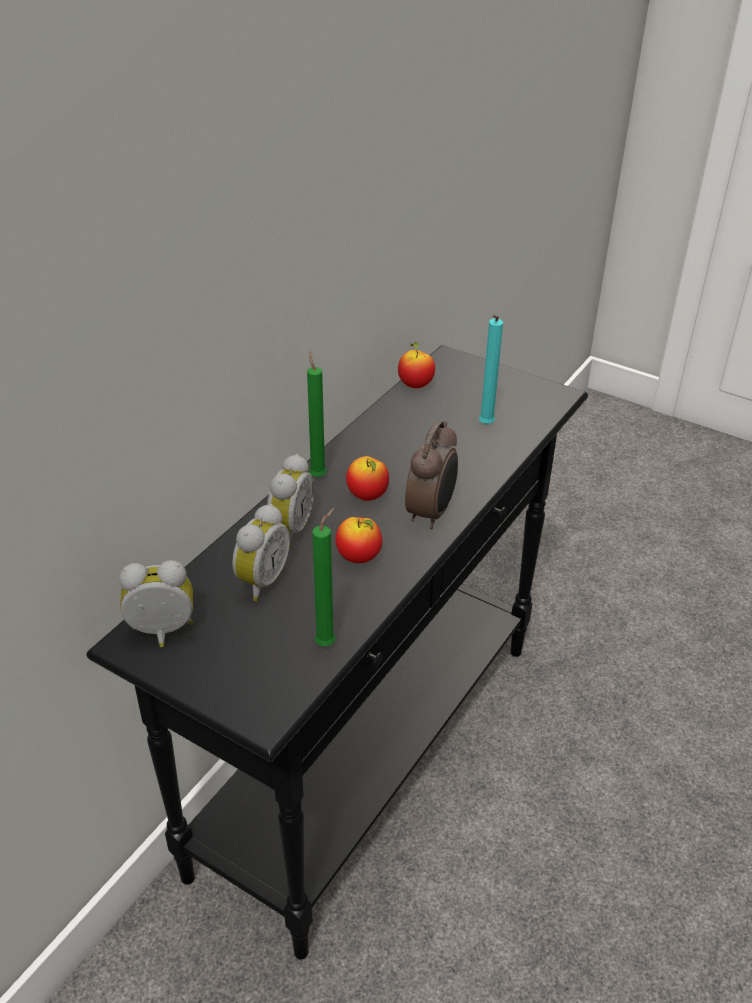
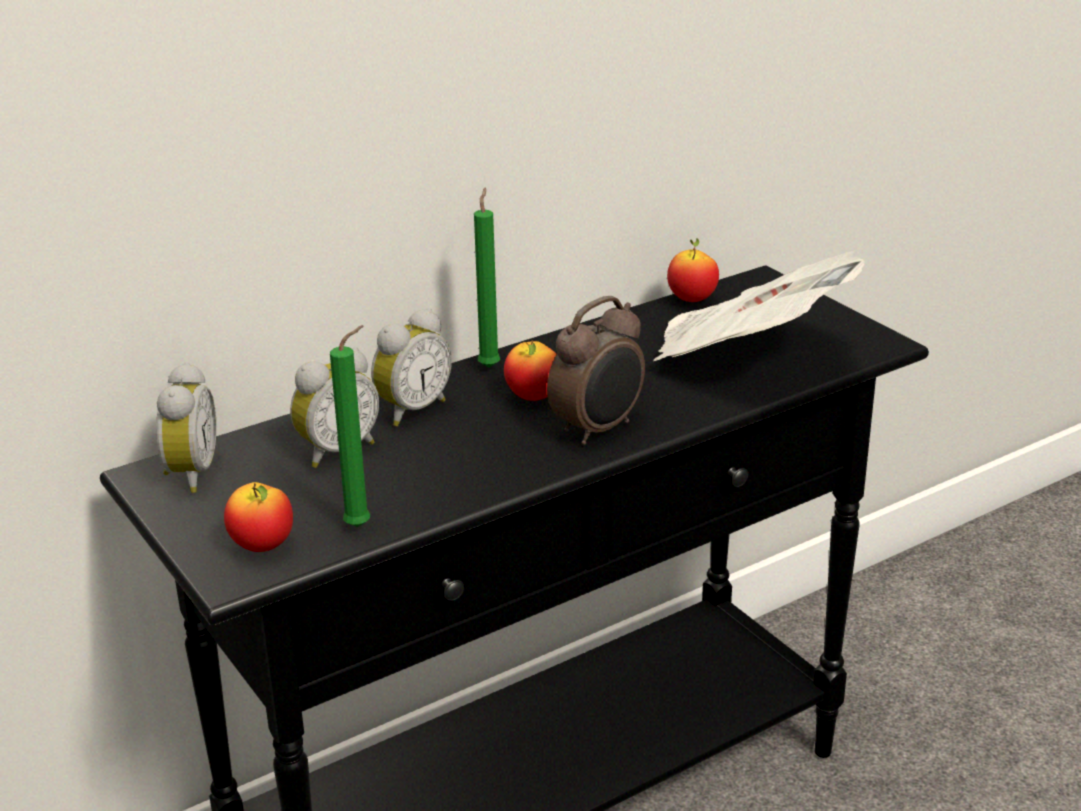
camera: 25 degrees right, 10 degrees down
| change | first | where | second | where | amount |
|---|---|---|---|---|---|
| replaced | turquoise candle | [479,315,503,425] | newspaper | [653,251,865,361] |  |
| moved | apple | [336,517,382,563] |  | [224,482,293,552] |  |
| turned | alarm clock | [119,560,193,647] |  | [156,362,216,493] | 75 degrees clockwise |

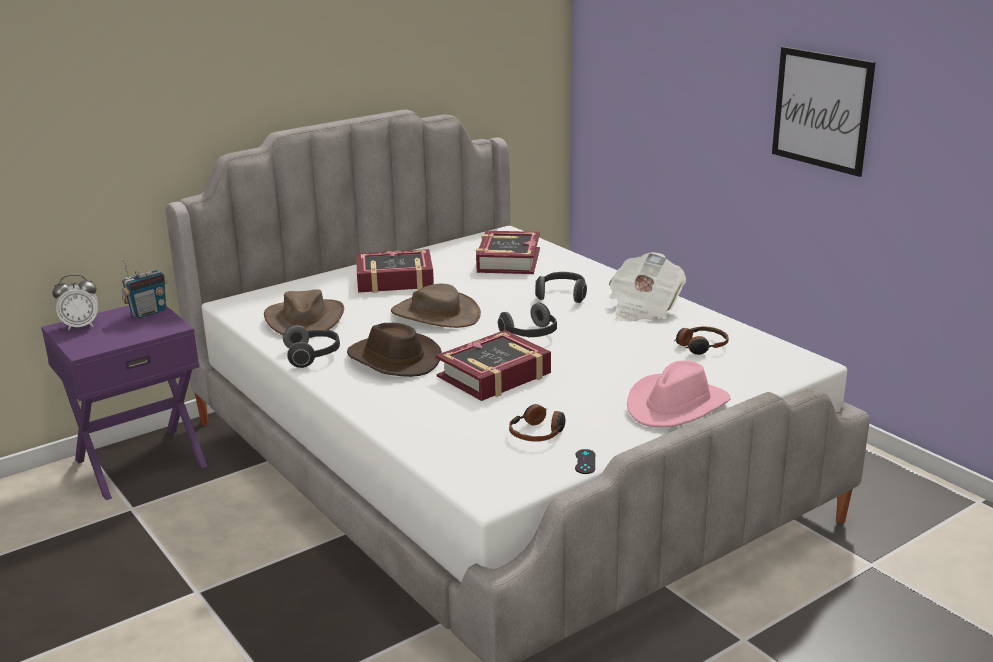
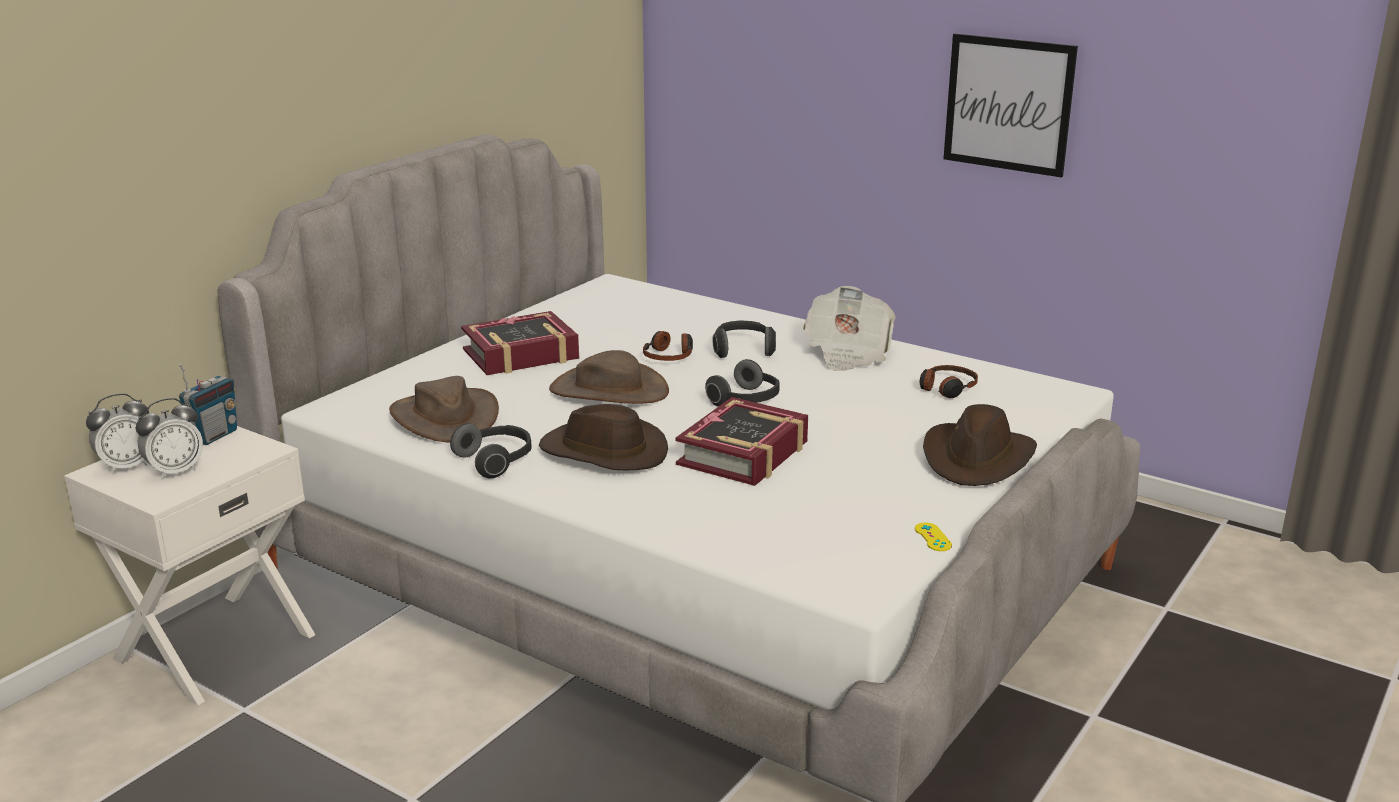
camera: 20 degrees left, 0 degrees up
| change | first | where | second | where | amount |
|---|---|---|---|---|---|
| removed | book | [476,231,540,274] |  |  |  |
| recoloured | purple nightstand | [41,305,207,500] | white nightstand | [64,426,315,705] |  |
| recoloured | pink hat | [627,361,731,428] | brown hat | [923,404,1037,486] |  |
| moved | headphones | [509,404,565,442] |  | [643,331,693,361] |  |
| recoloured | black game controller | [575,449,595,474] | yellow game controller | [915,522,952,551] |  |
| added |  |  | alarm clock | [136,398,203,480] |  |

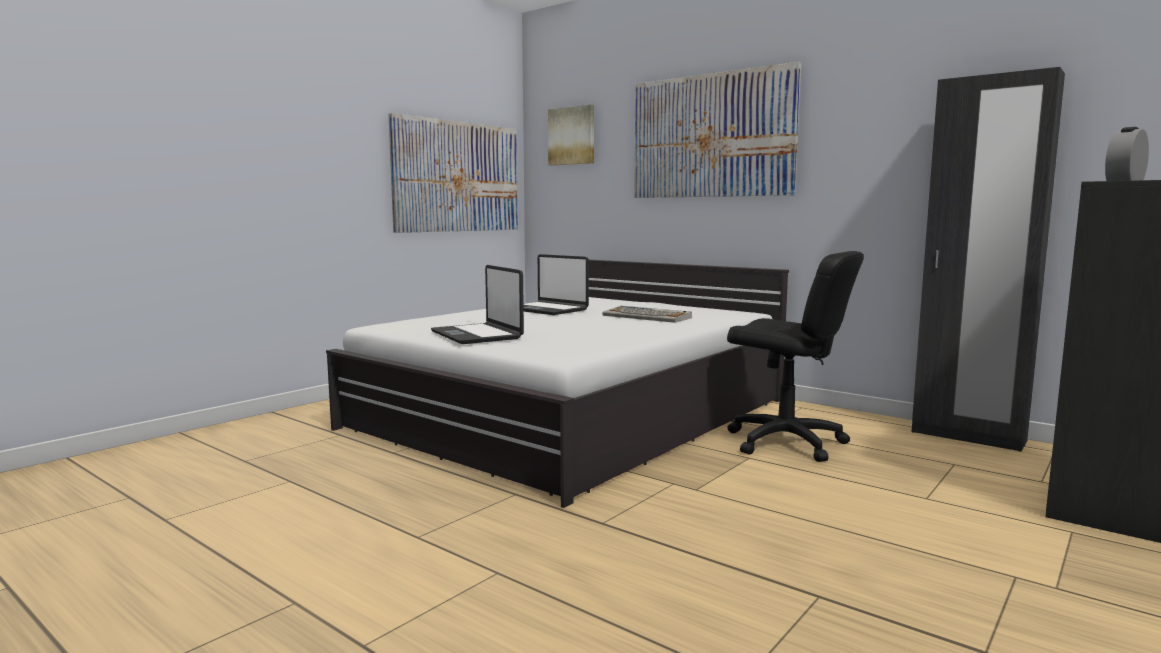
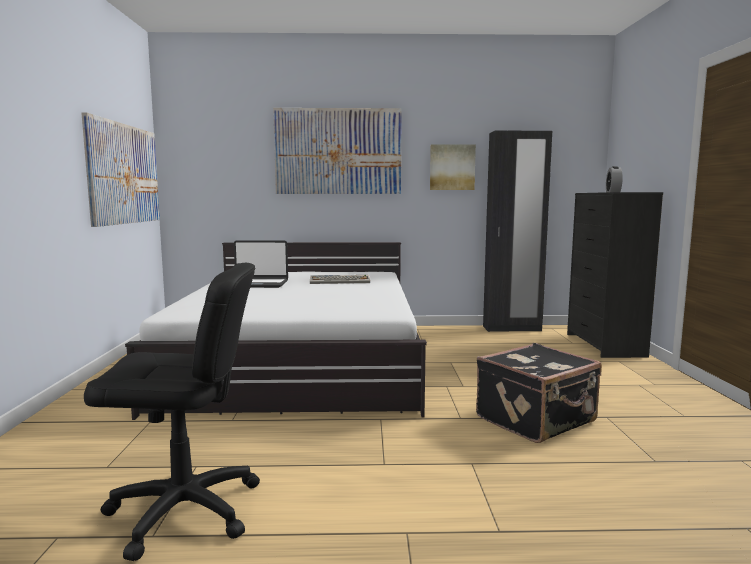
camera: 40 degrees left, 0 degrees up
| change | first | where | second | where | amount |
|---|---|---|---|---|---|
| moved | picture | [548,104,594,165] |  | [430,144,476,190] |  |
| moved | black office chair | [727,251,864,462] |  | [84,263,260,561] |  |
| removed | laptop | [431,265,524,344] |  |  |  |
| added |  |  | black suitcase | [476,343,602,443] |  |

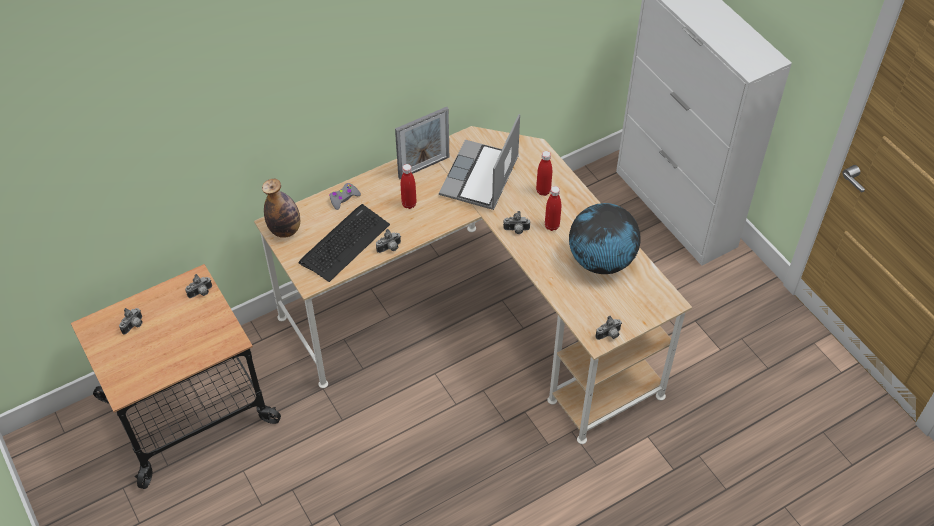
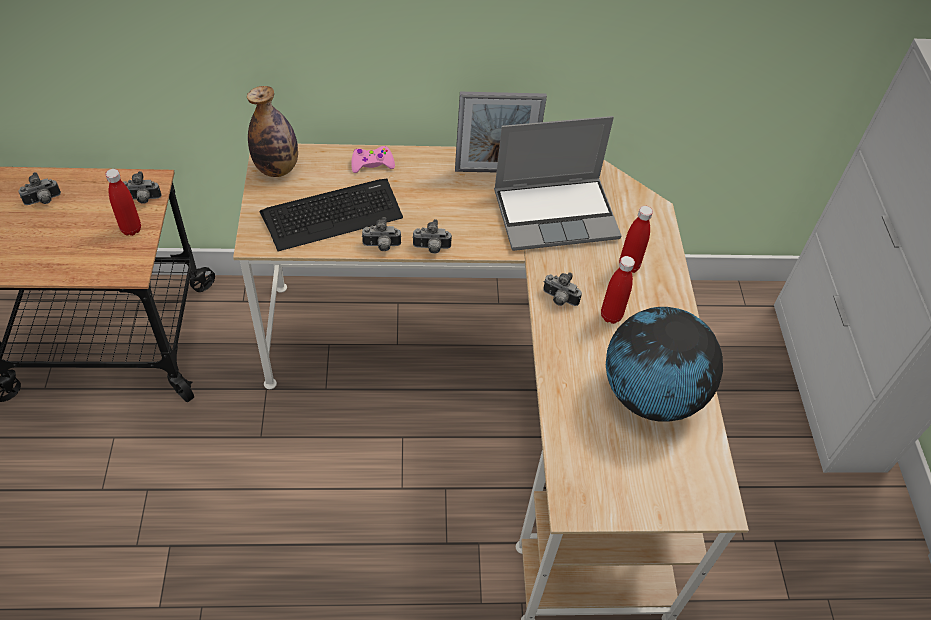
camera: 25 degrees right, 0 degrees up
| change | first | where | second | where | amount |
|---|---|---|---|---|---|
| turned | laptop | [439,114,520,210] |  | [494,116,622,251] | 150 degrees counterclockwise |
| moved | red bottle | [401,164,417,209] |  | [105,169,141,236] |  |
| recoloured | grey game controller | [329,183,361,210] | pink game controller | [351,146,395,173] |  |
| moved | photo camera | [595,316,622,340] |  | [412,219,452,254] |  |

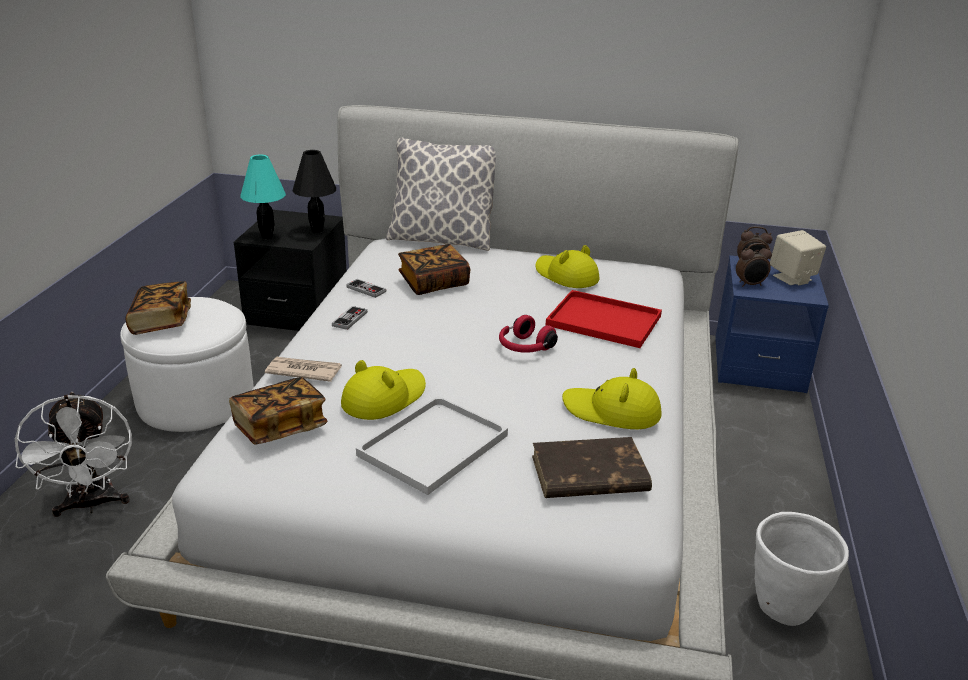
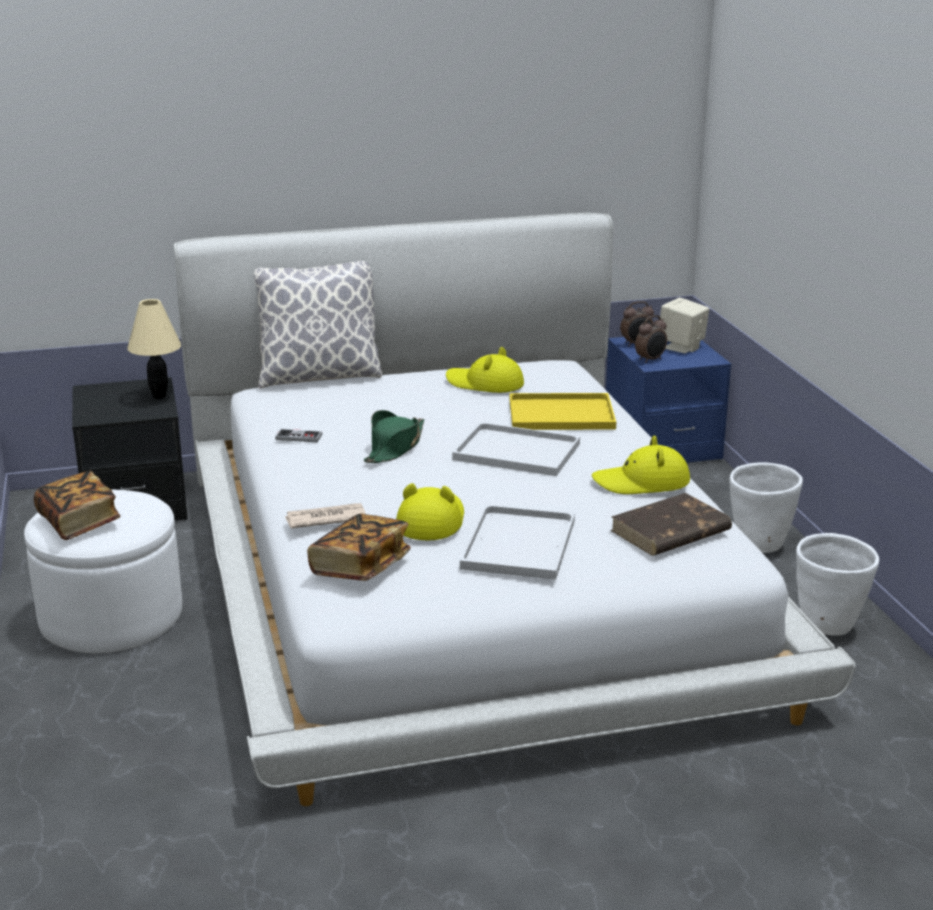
camera: 25 degrees left, 5 degrees down
| change | first | where | second | where | amount |
|---|---|---|---|---|---|
| recoloured | black table lamp | [292,150,336,233] | beige table lamp | [128,299,181,399] |  |
| removed | turquoise table lamp | [240,155,286,239] |  |  |  |
| removed | book | [398,244,470,295] |  |  |  |
| recoloured | red tray | [545,290,662,348] | yellow tray | [510,393,616,430] |  |
| removed | game controller | [332,306,367,330] |  |  |  |
| replaced | red headphones | [499,315,558,353] | white tray | [452,422,580,476] |  |
| removed | white fan | [15,392,132,517] |  |  |  |
| added |  |  | green hat | [364,410,424,463] |  |
| added |  |  | white planter | [730,463,803,553] |  |

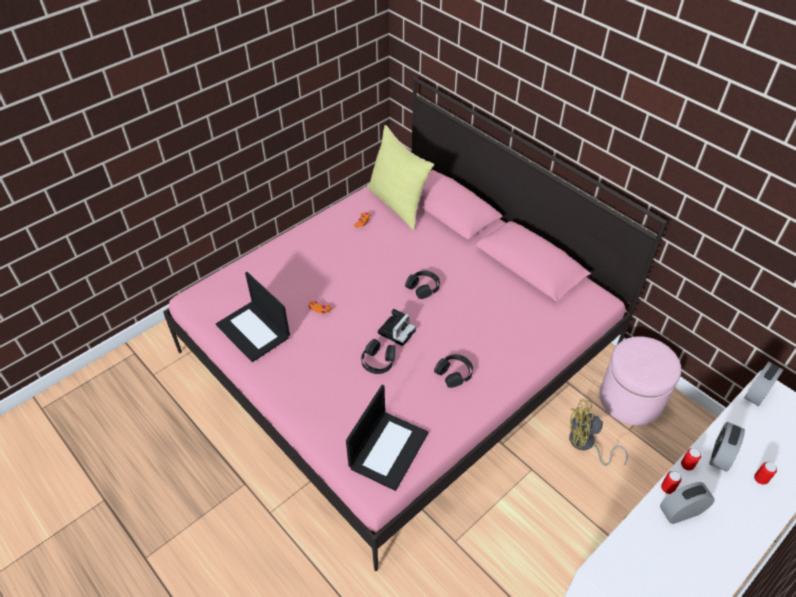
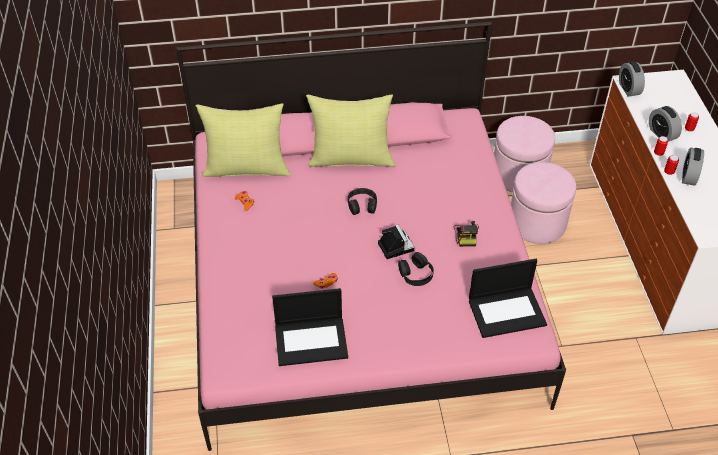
camera: 55 degrees left, 0 degrees up
| change | first | where | second | where | amount |
|---|---|---|---|---|---|
| replaced | black headphones | [434,354,473,388] | photo camera | [454,221,479,247] |  |
| turned | laptop | [346,384,428,491] |  | [469,259,547,338] | 105 degrees clockwise |
| replaced | yellow fan | [569,399,628,466] | pink ottoman | [511,162,576,244] |  |
| added |  |  | yellow pillow | [306,94,395,167] |  |

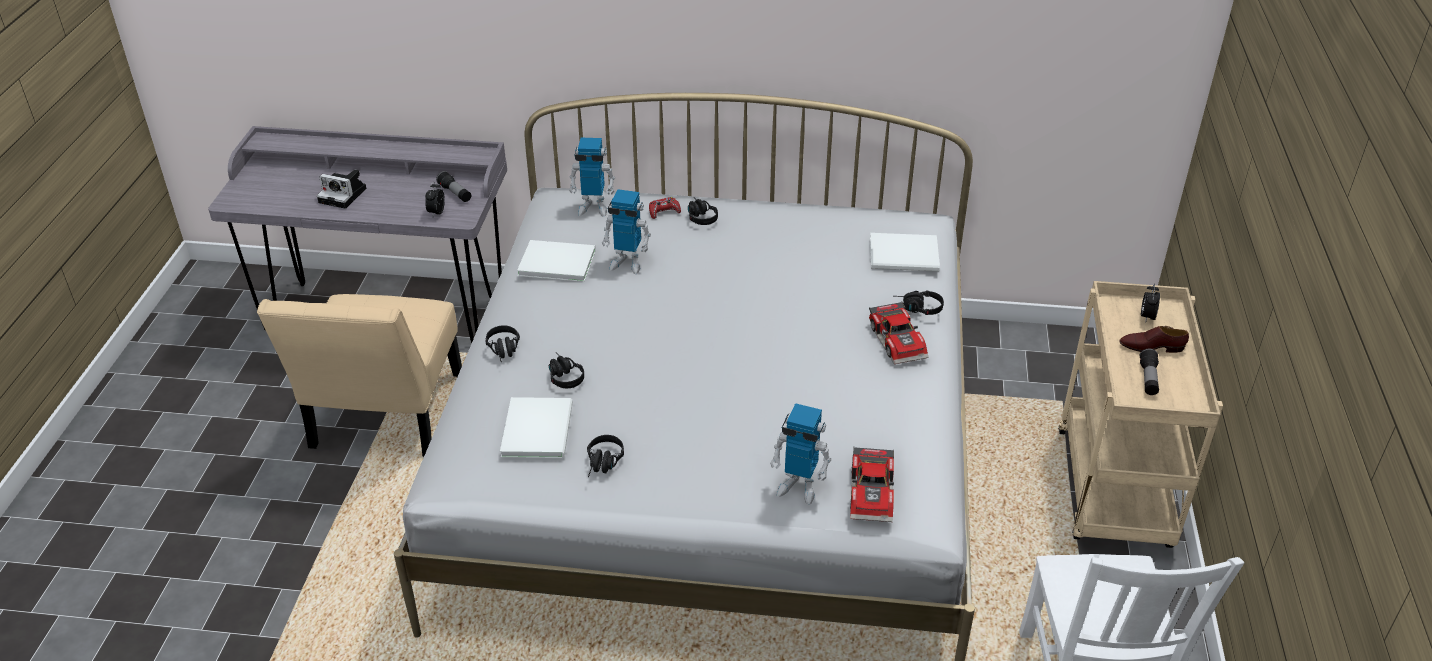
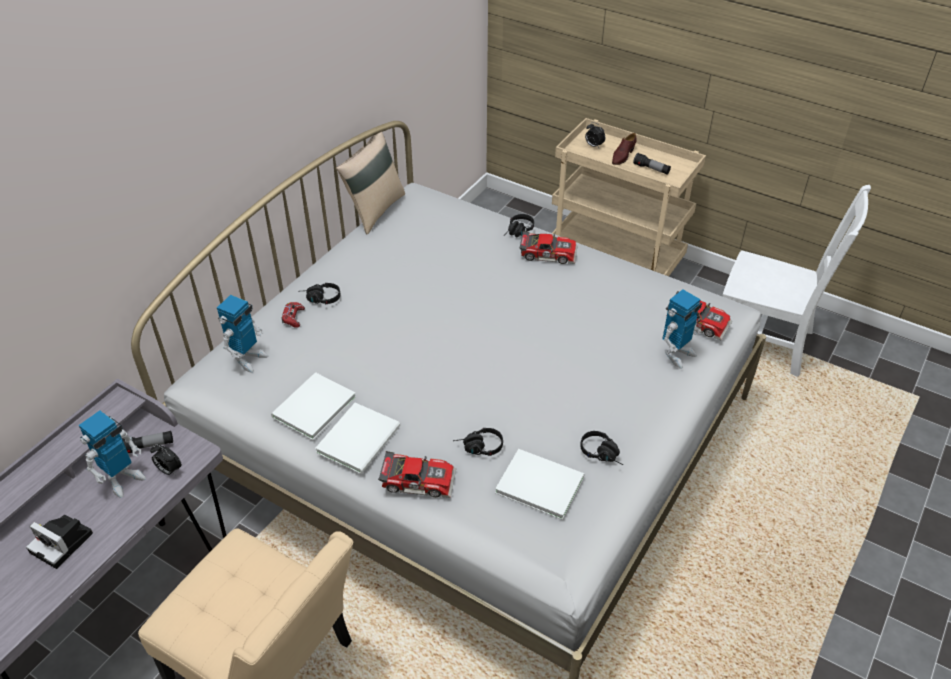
camera: 65 degrees left, 5 degrees up
| change | first | where | second | where | amount |
|---|---|---|---|---|---|
| turned | photo camera | [317,170,366,209] |  | [26,515,93,569] | 75 degrees clockwise |
| moved | toy robot | [602,189,651,274] |  | [79,411,146,498] |  |
| moved | white book | [870,233,940,271] |  | [315,403,400,474] |  |
| replaced | black headphones | [485,325,520,362] | toy car | [378,451,456,498] |  |
| added |  |  | beige pillow | [336,132,405,234] |  |

